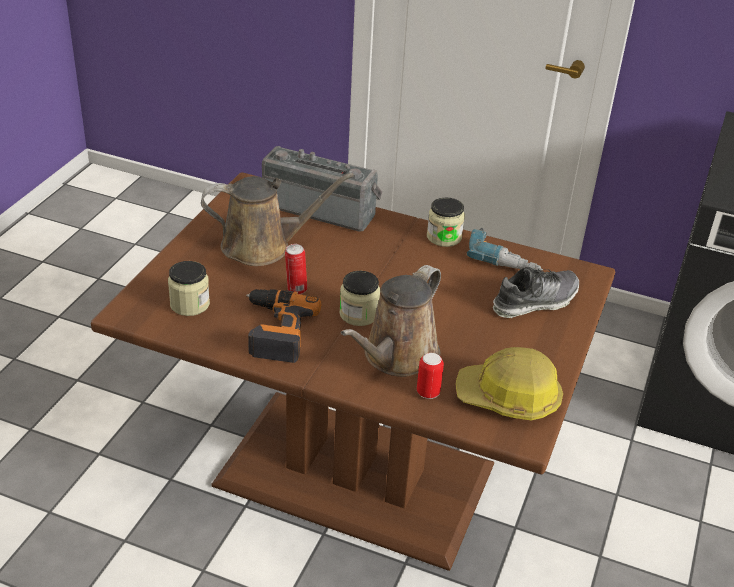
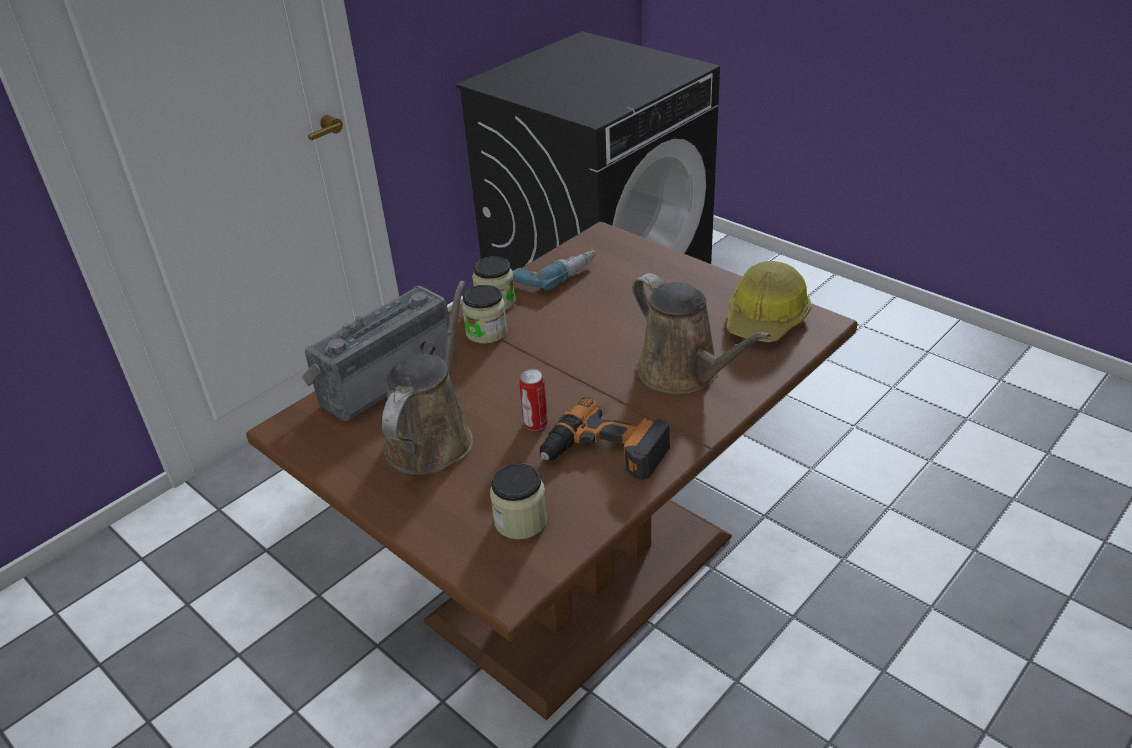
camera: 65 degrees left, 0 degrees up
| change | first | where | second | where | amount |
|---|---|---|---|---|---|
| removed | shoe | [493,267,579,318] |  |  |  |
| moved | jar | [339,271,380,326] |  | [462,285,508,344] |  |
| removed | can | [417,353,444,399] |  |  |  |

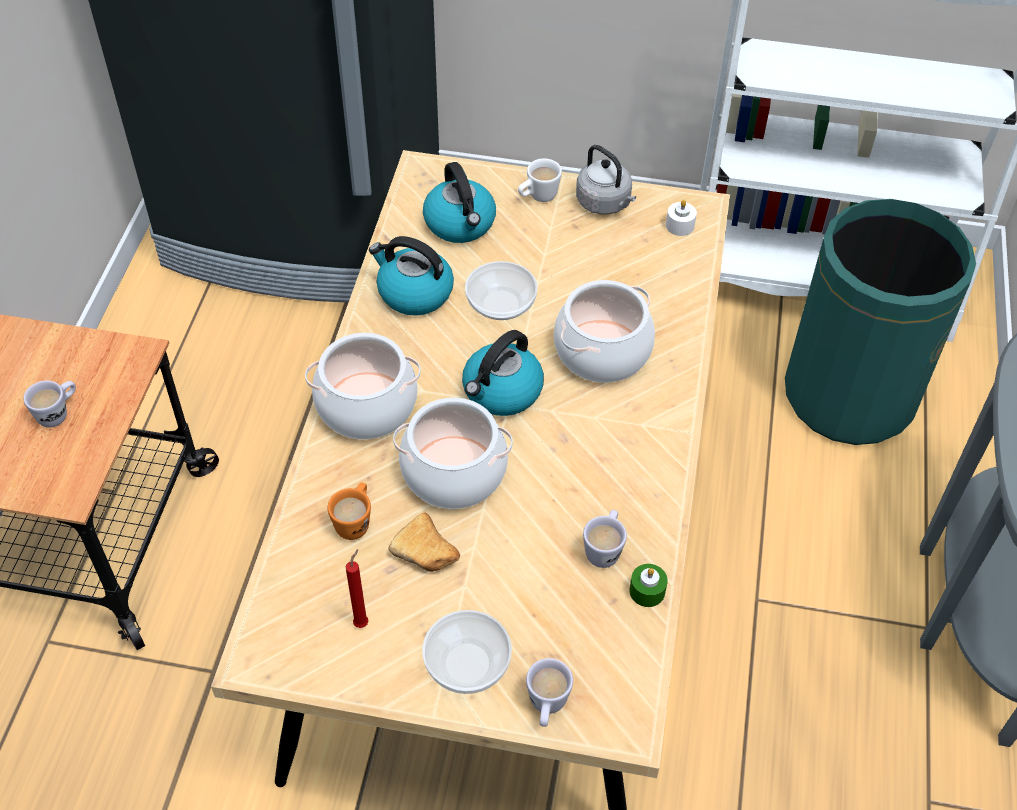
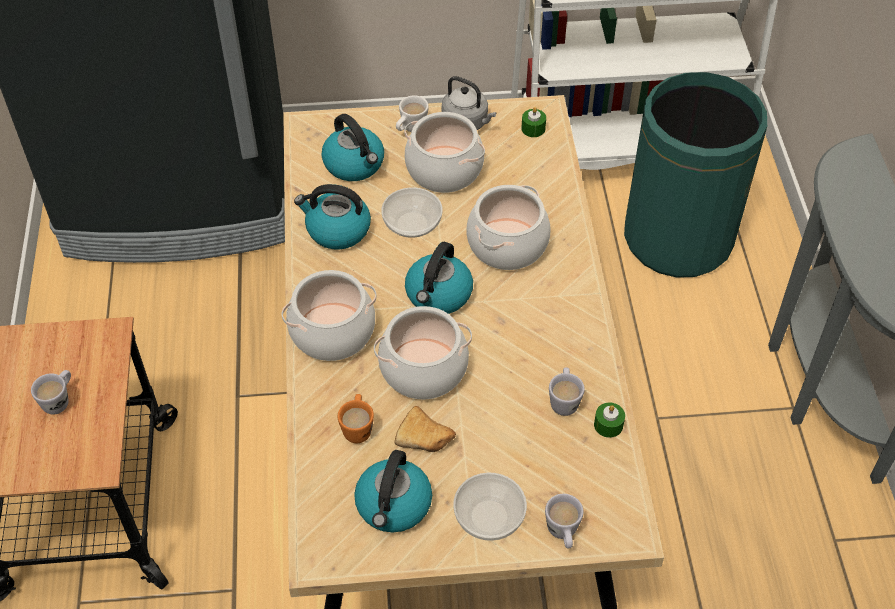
camera: 15 degrees left, 0 degrees up
| change | first | where | second | where | amount |
|---|---|---|---|---|---|
| recoloured | white candle | [666,200,697,236] | green candle | [521,107,546,137] |  |
| replaced | red candle | [346,549,368,628] | kettle | [354,450,432,532] |  |
| added |  |  | cooking pot | [404,112,485,193] |  |

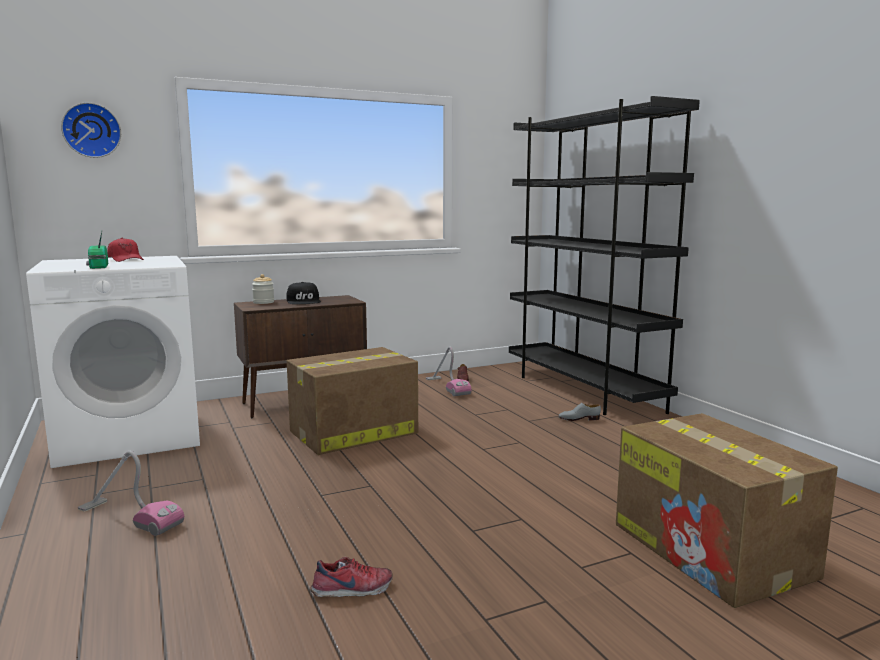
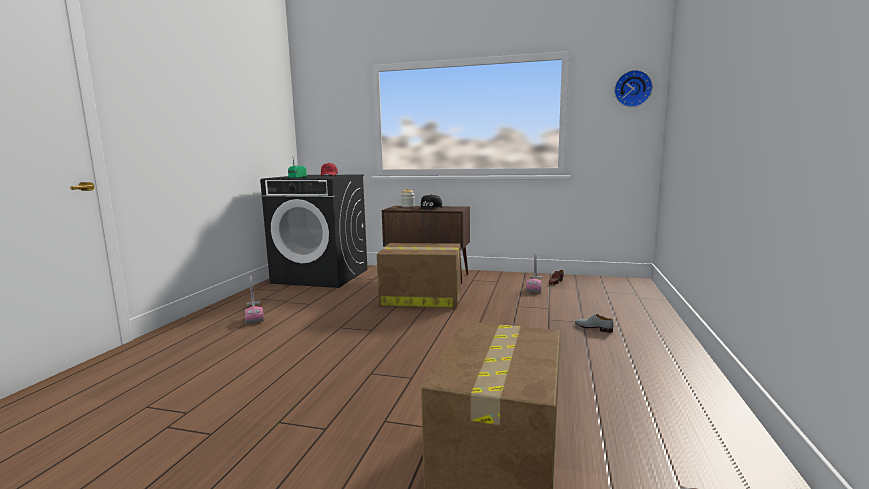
camera: 40 degrees right, 0 degrees up
| change | first | where | second | where | amount |
|---|---|---|---|---|---|
| removed | black bookcase | [509,96,700,415] |  |  |  |
| moved | wall clock | [61,102,121,158] |  | [614,70,653,107] |  |
| recoloured | white washing machine | [26,256,200,468] | black washing machine | [260,175,368,288] |  |
| removed | shoe | [310,557,393,597] |  |  |  |

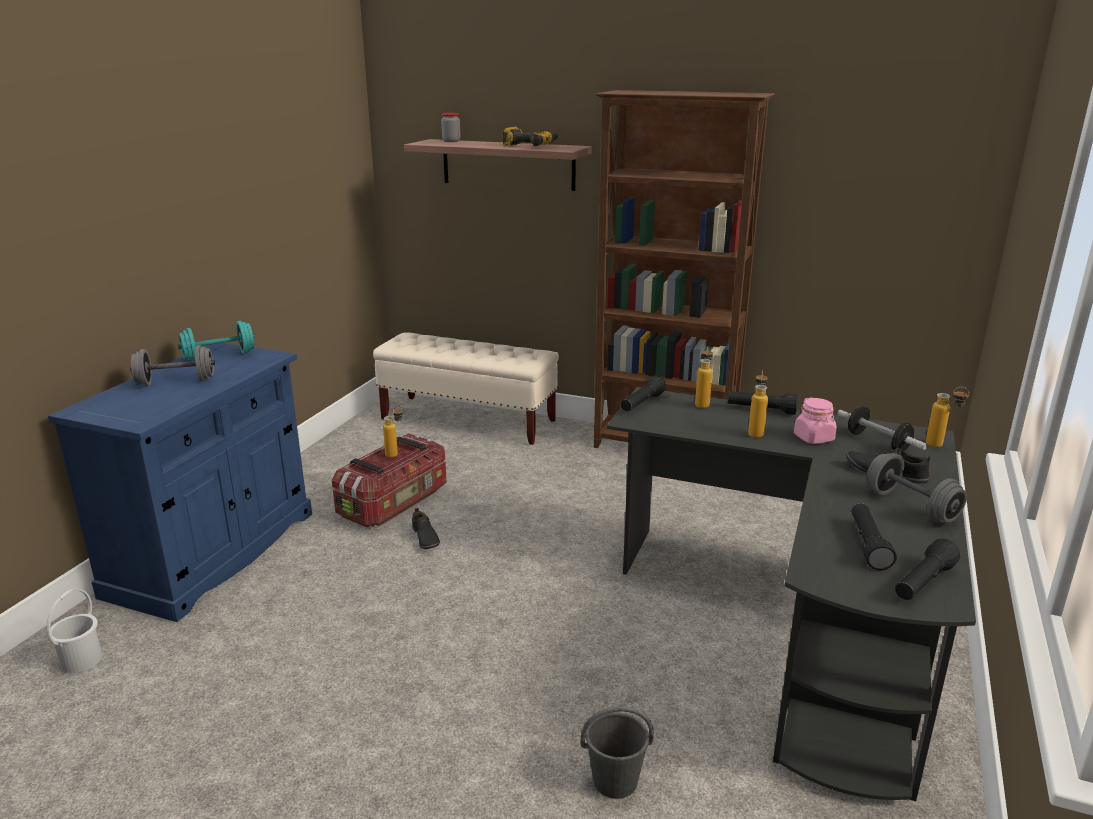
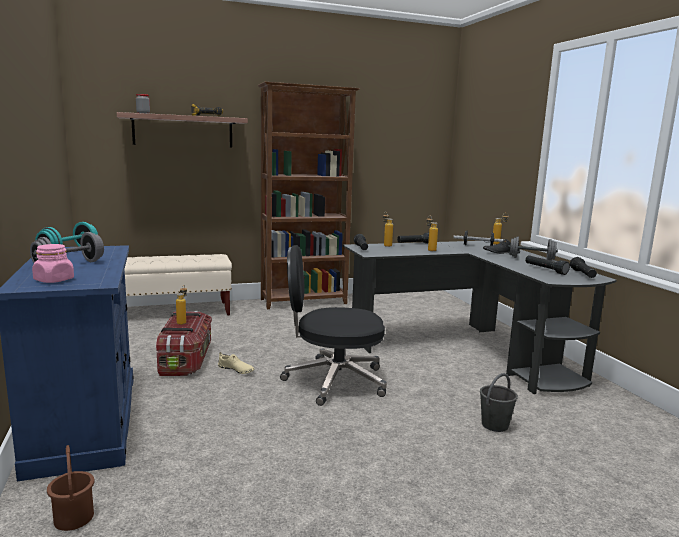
camera: 40 degrees left, 10 degrees down
| change | first | where | second | where | amount |
|---|---|---|---|---|---|
| moved | pink jar | [794,397,837,444] |  | [32,244,74,283] |  |
| recoloured | black shoe | [412,508,440,549] | beige shoe | [218,352,255,374] |  |
| recoloured | white bucket | [46,588,102,673] | brown bucket | [47,445,95,531] |  |
| added |  |  | black office chair | [280,245,387,406] |  |

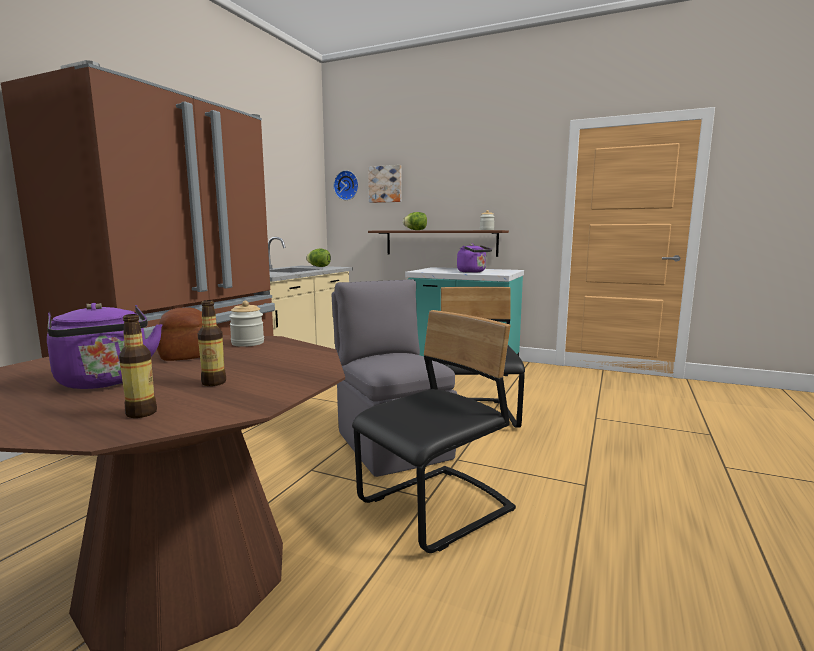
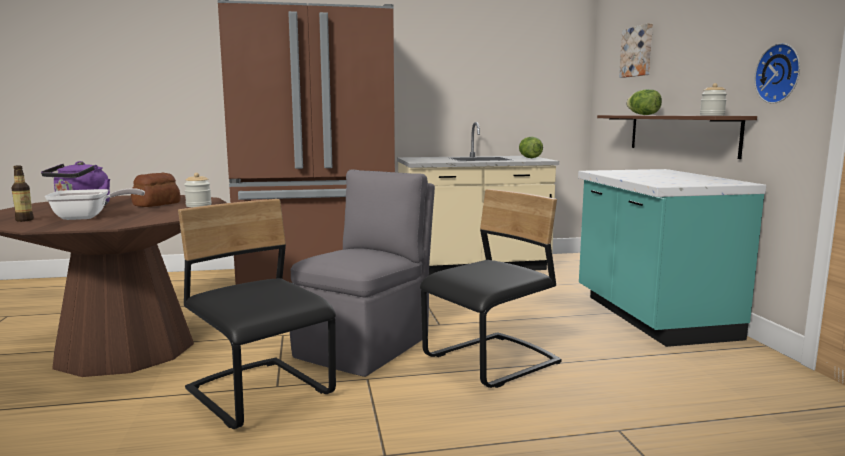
camera: 55 degrees right, 0 degrees up
| change | first | where | second | where | amount |
|---|---|---|---|---|---|
| moved | wall clock | [334,170,359,200] |  | [754,43,800,104] |  |
| removed | purple kettle | [457,244,492,273] |  |  |  |
| replaced | bottle | [198,300,226,386] | frying pan | [45,188,145,220] |  |
| turned | black chair | [352,310,516,553] |  | [178,199,336,429] | 150 degrees counterclockwise |

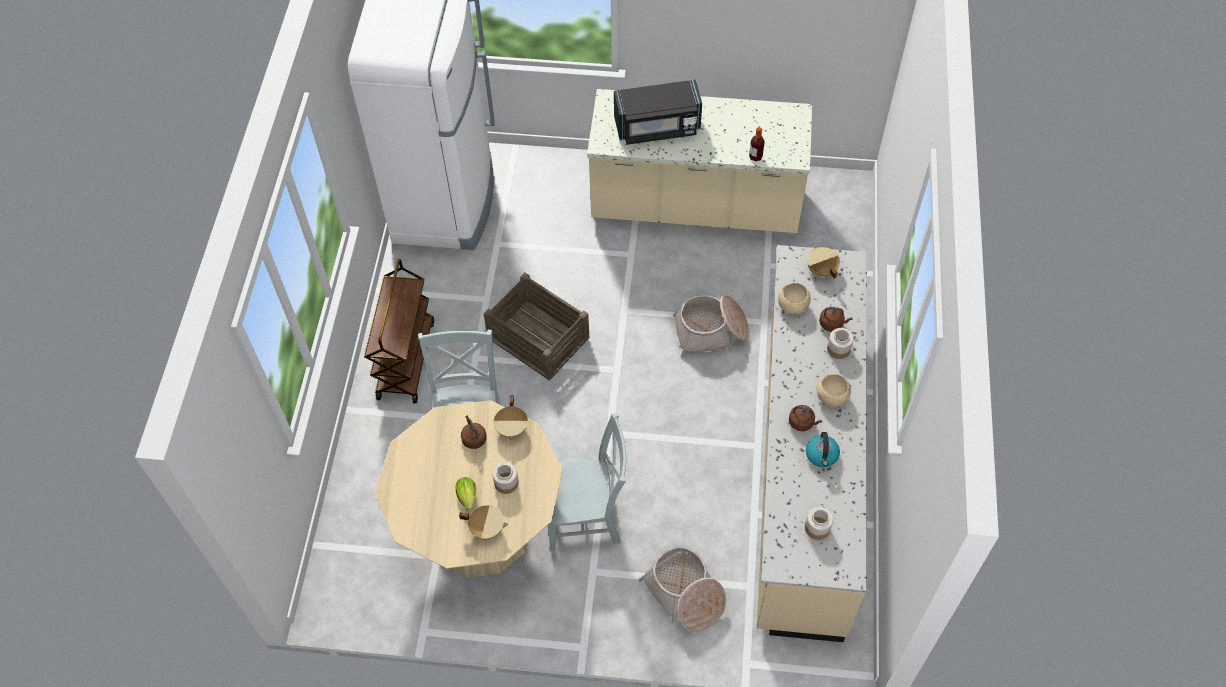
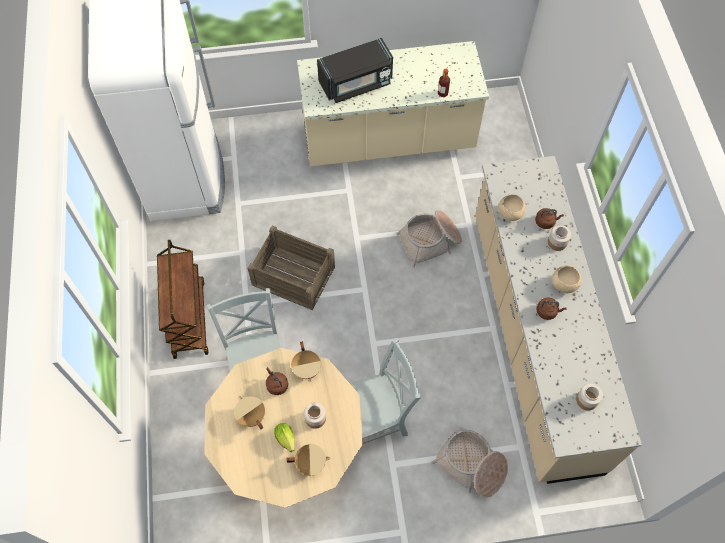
camera: 15 degrees left, 5 degrees up
| change | first | where | second | where | amount |
|---|---|---|---|---|---|
| moved | beige cooking pot | [807,245,840,279] |  | [234,396,265,429] |  |
| removed | kettle | [806,432,840,467] |  |  |  |

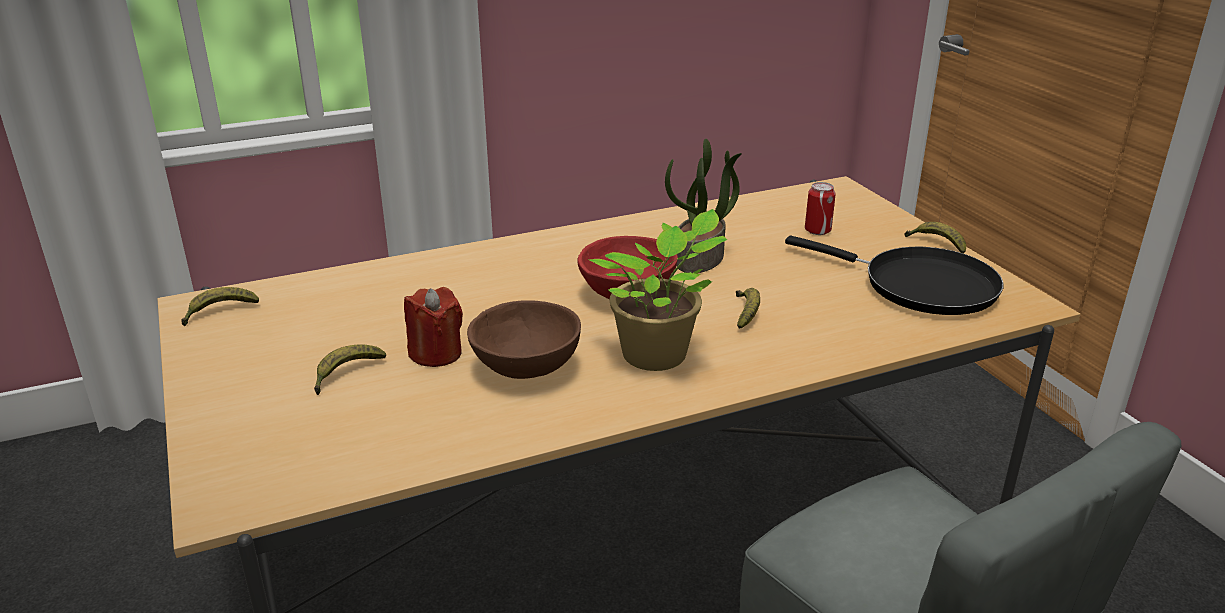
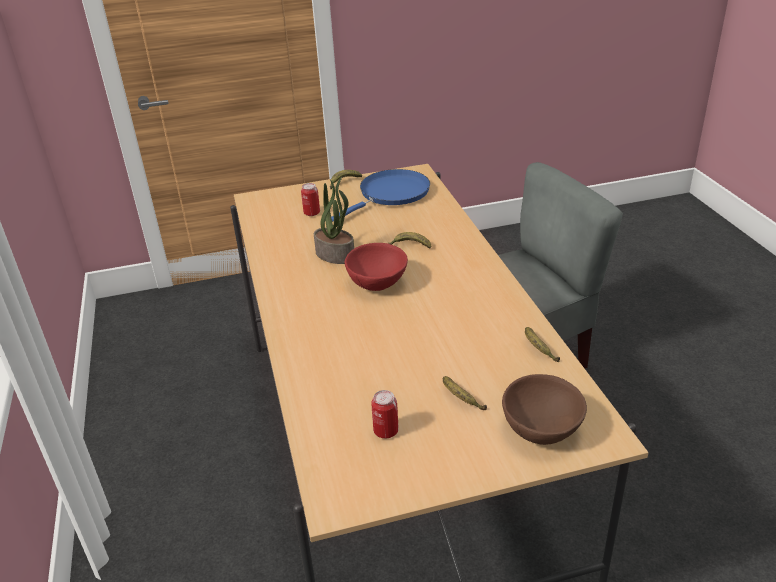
camera: 80 degrees left, 5 degrees up
| change | first | where | second | where | amount |
|---|---|---|---|---|---|
| removed | potted plant | [589,209,727,371] |  |  |  |
| recoloured | black frying pan | [785,236,1004,315] | blue frying pan | [331,169,430,222] |  |
| moved | banana | [181,287,259,326] |  | [525,327,560,362] |  |
| removed | red candle | [404,287,463,367] |  |  |  |
| moved | brown bowl | [467,300,581,379] |  | [502,374,587,445] |  |
| added |  |  | can | [371,390,399,438] |  |

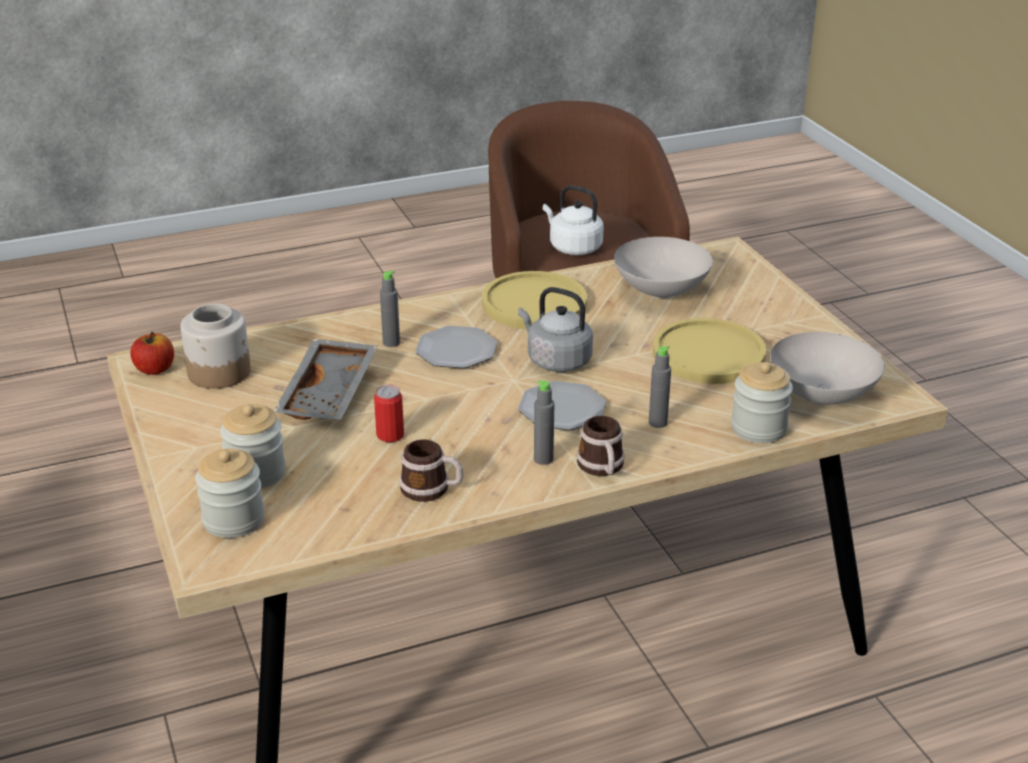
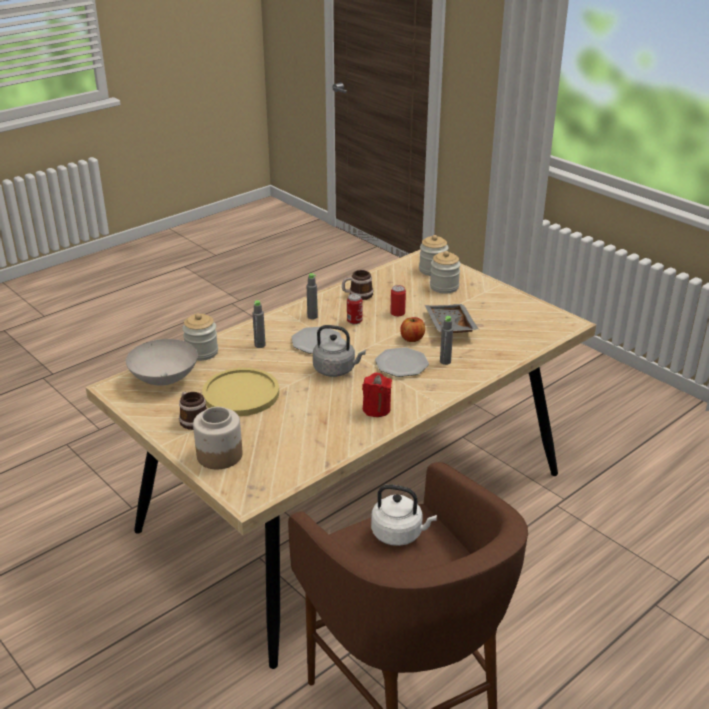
camera: 160 degrees right, 0 degrees up
| change | first | where | second | where | amount |
|---|---|---|---|---|---|
| removed | white bowl | [614,237,713,298] |  |  |  |
| replaced | yellow plate | [482,271,587,329] | red candle | [362,373,392,417] |  |
| moved | jar | [180,304,251,389] |  | [193,407,243,469] |  |
| moved | apple | [130,332,174,375] |  | [400,317,425,342] |  |
| moved | mug | [577,416,625,476] |  | [179,392,207,430] |  |
| added |  |  | can | [347,293,363,325] |  |

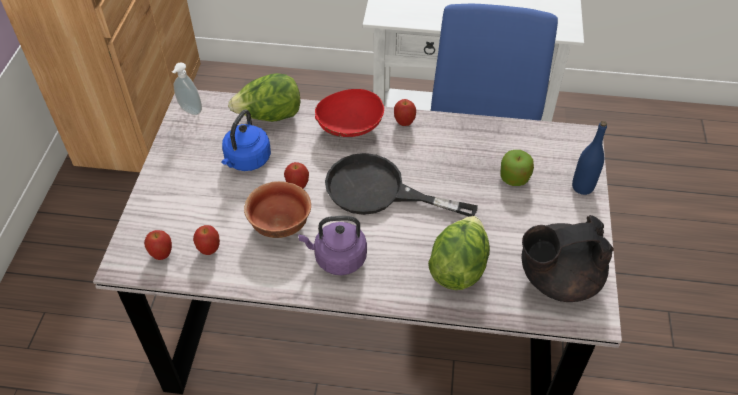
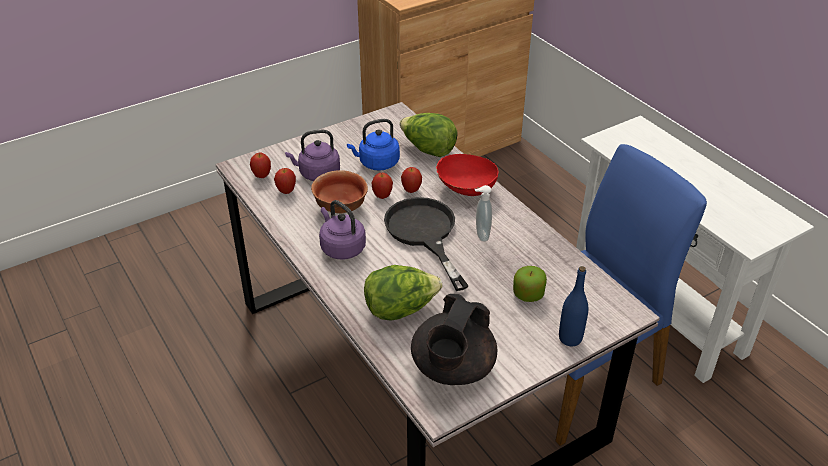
camera: 50 degrees right, 10 degrees down
| change | first | where | second | where | amount |
|---|---|---|---|---|---|
| moved | soap dispenser | [172,63,202,115] |  | [475,185,492,242] |  |
| moved | apple | [394,99,416,126] |  | [401,167,422,193] |  |
| turned | black teapot | [522,215,614,302] |  | [411,294,497,385] | 105 degrees counterclockwise |
| added |  |  | purple kettle | [285,130,340,181] |  |

